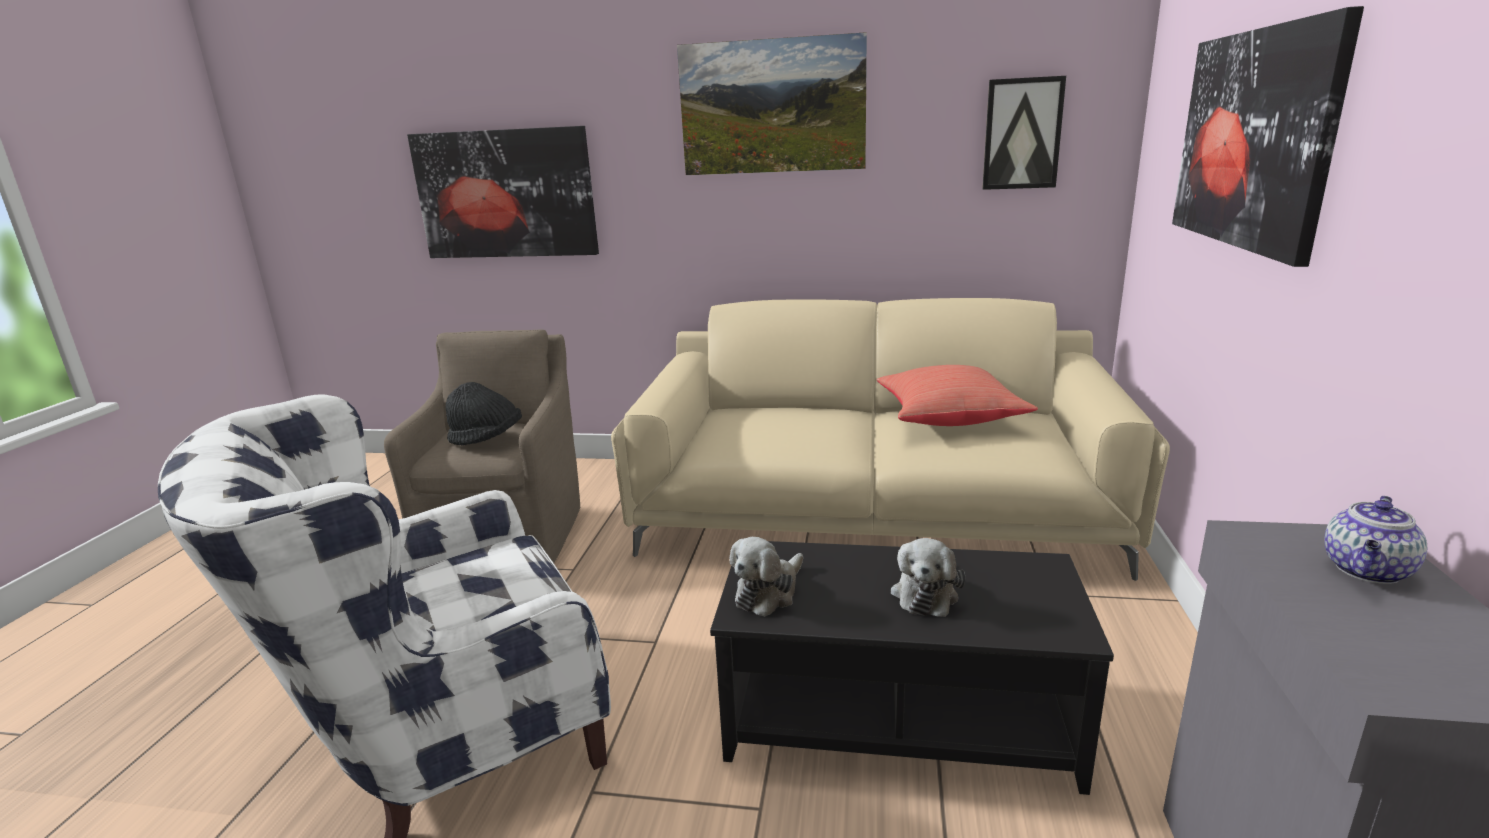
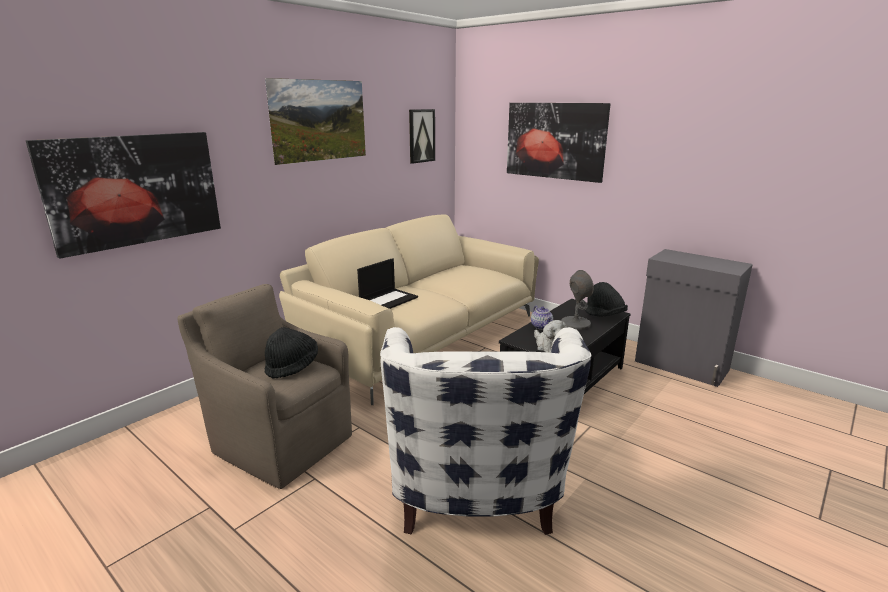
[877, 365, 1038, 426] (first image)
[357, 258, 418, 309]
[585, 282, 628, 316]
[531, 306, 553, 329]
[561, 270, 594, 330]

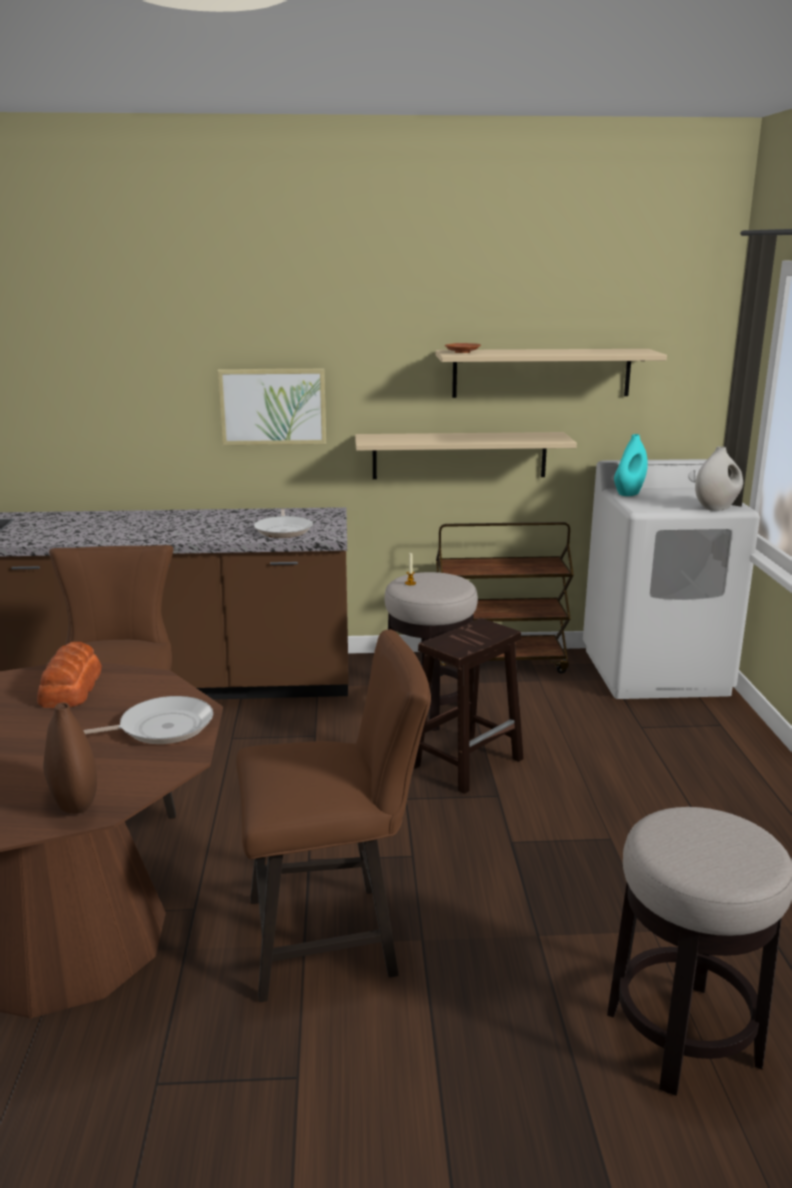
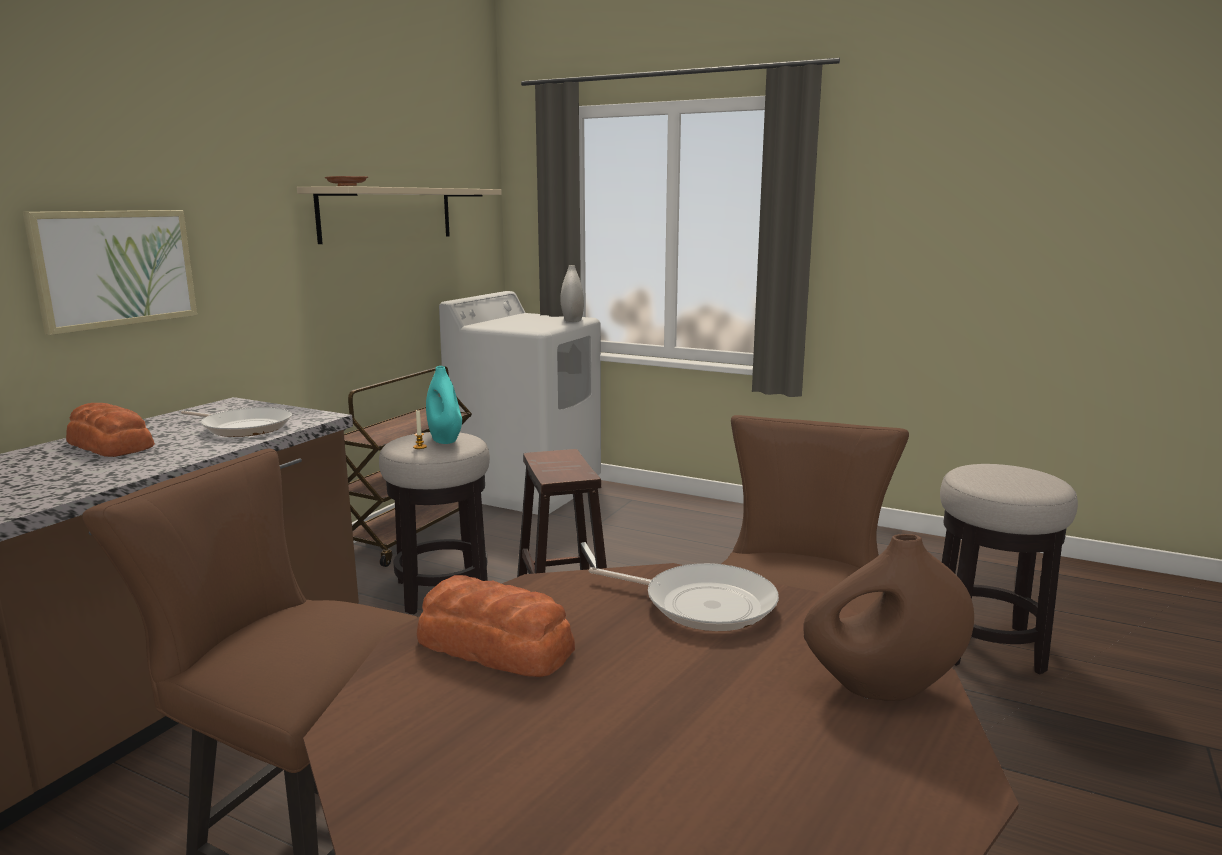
[355, 432, 577, 479] (first image)
[66, 403, 155, 457]
[426, 366, 462, 444]
[589, 563, 779, 631]

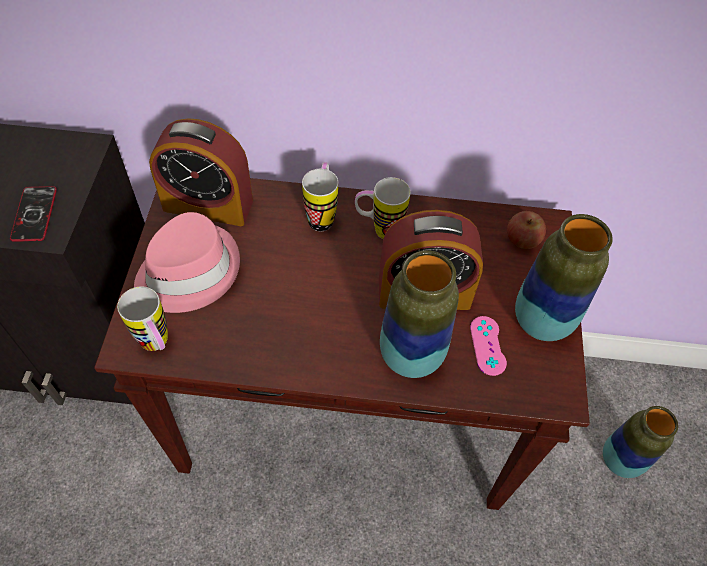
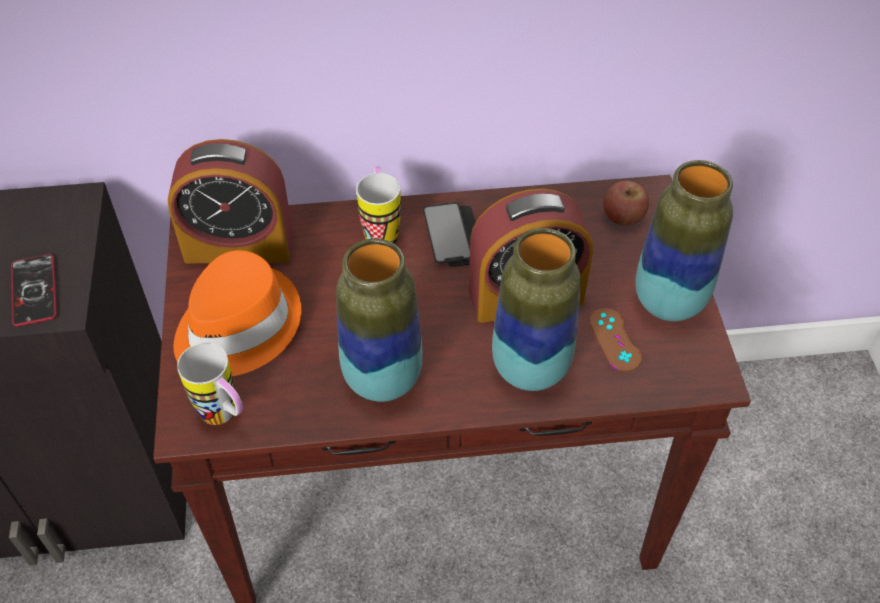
[336, 238, 423, 402]
[423, 202, 476, 267]
[174, 250, 301, 376]
[589, 308, 642, 372]

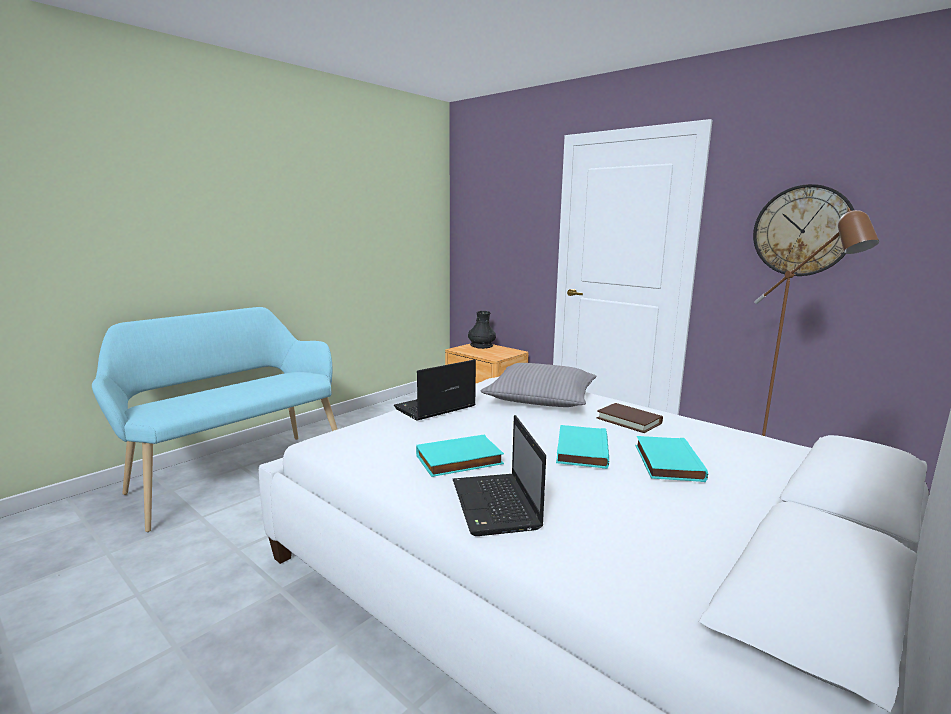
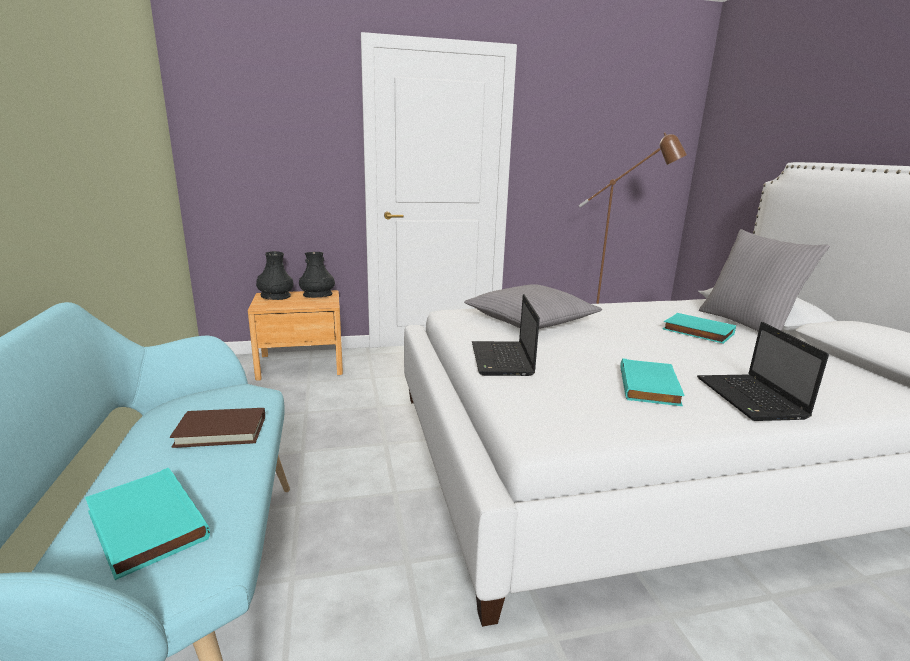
[753, 184, 854, 276] (first image)
[299, 252, 335, 298]
[699, 229, 830, 332]
[85, 468, 210, 580]
[170, 408, 265, 448]
[697, 322, 829, 421]

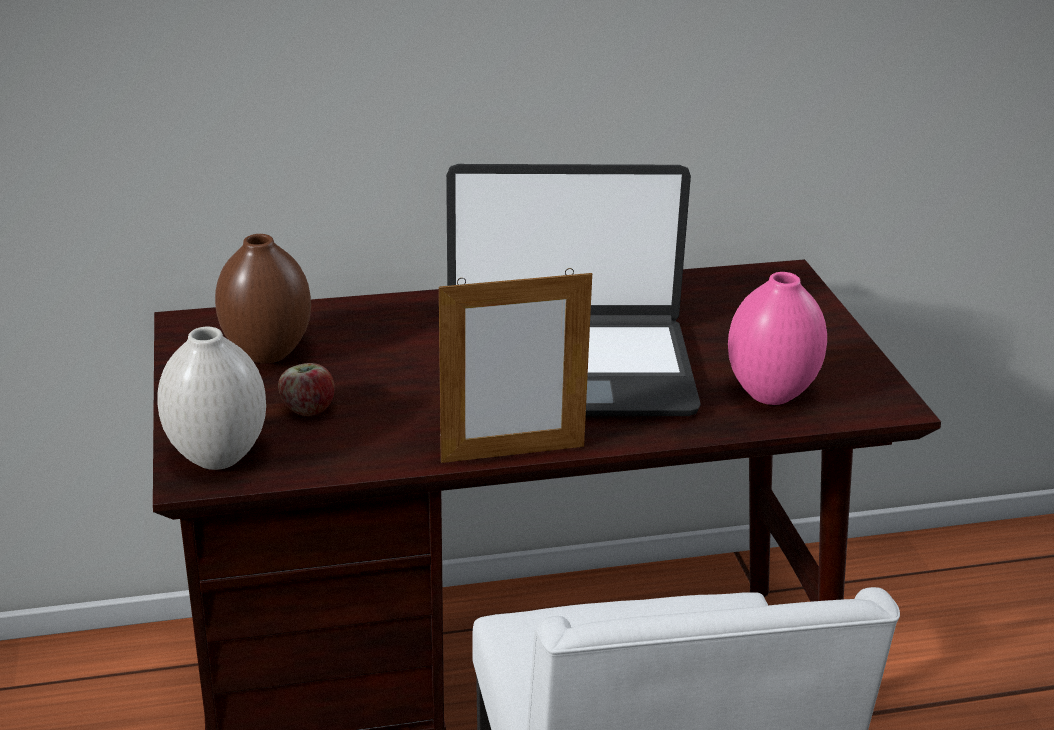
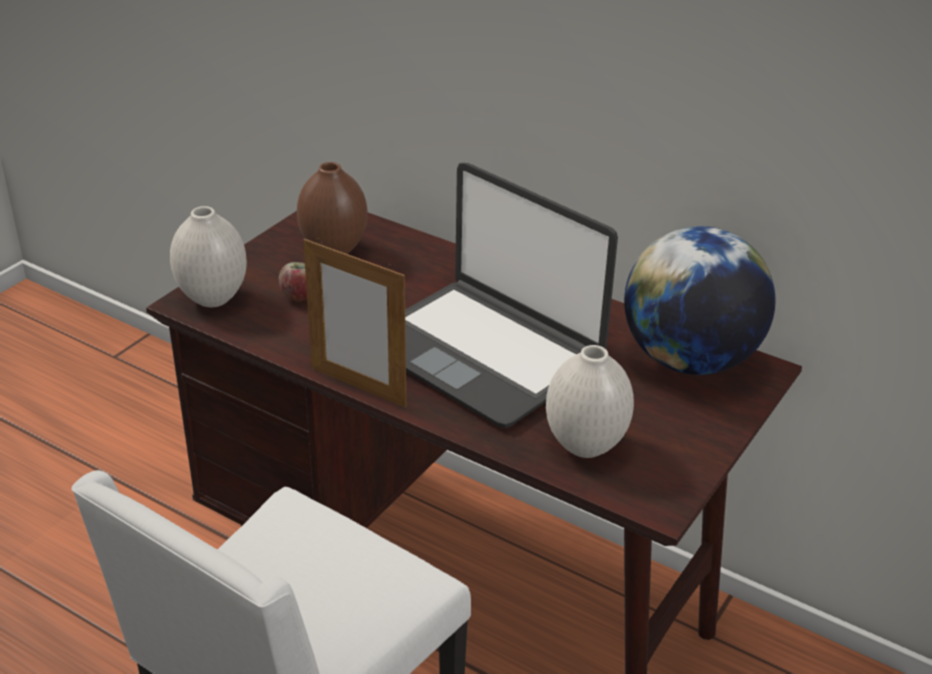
[624, 226, 775, 375]
[546, 345, 634, 458]

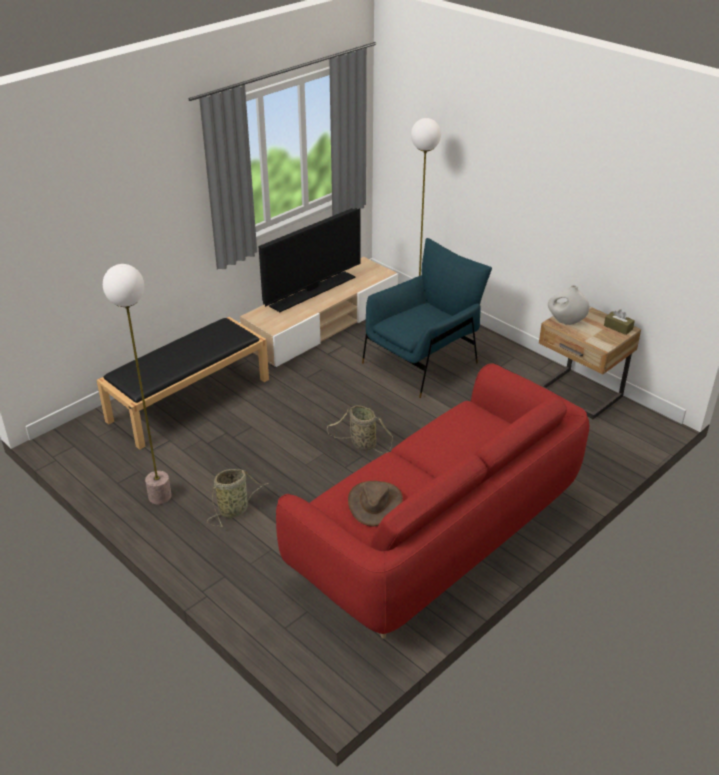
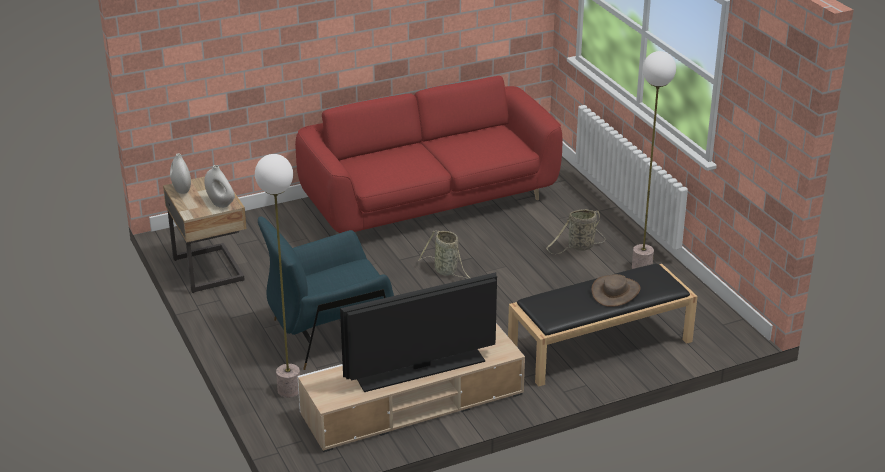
[591, 274, 640, 307]
[170, 153, 191, 194]

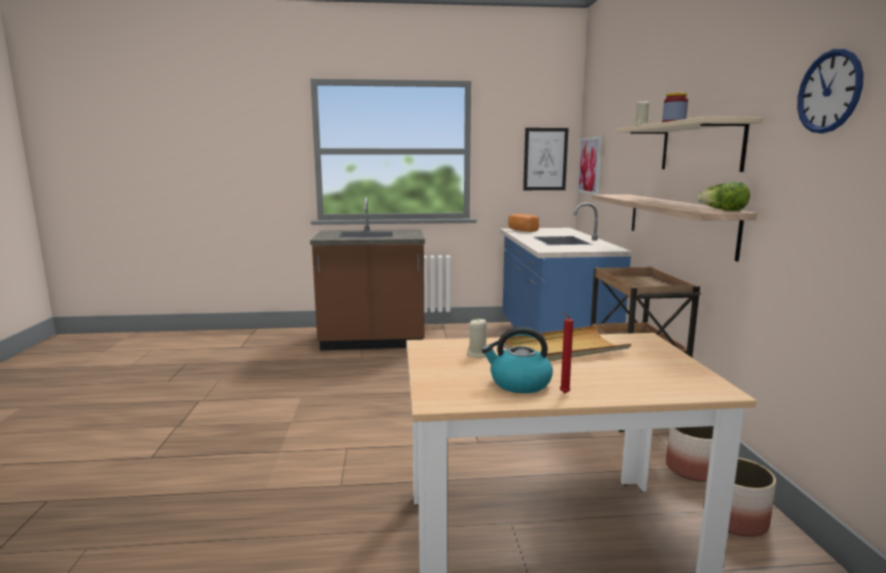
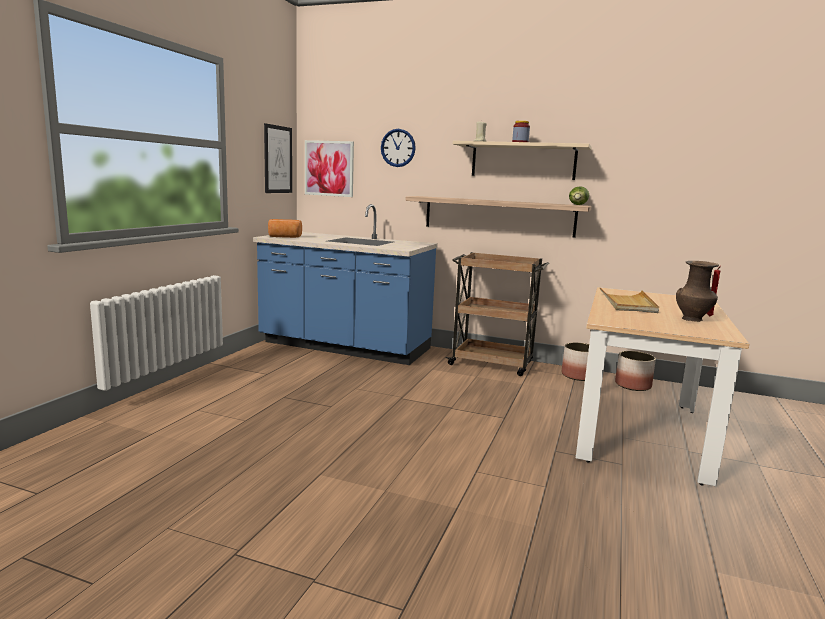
[310, 197, 425, 350] (first image)
[467, 318, 487, 358] (first image)
[381, 129, 416, 167]
[676, 261, 719, 322]

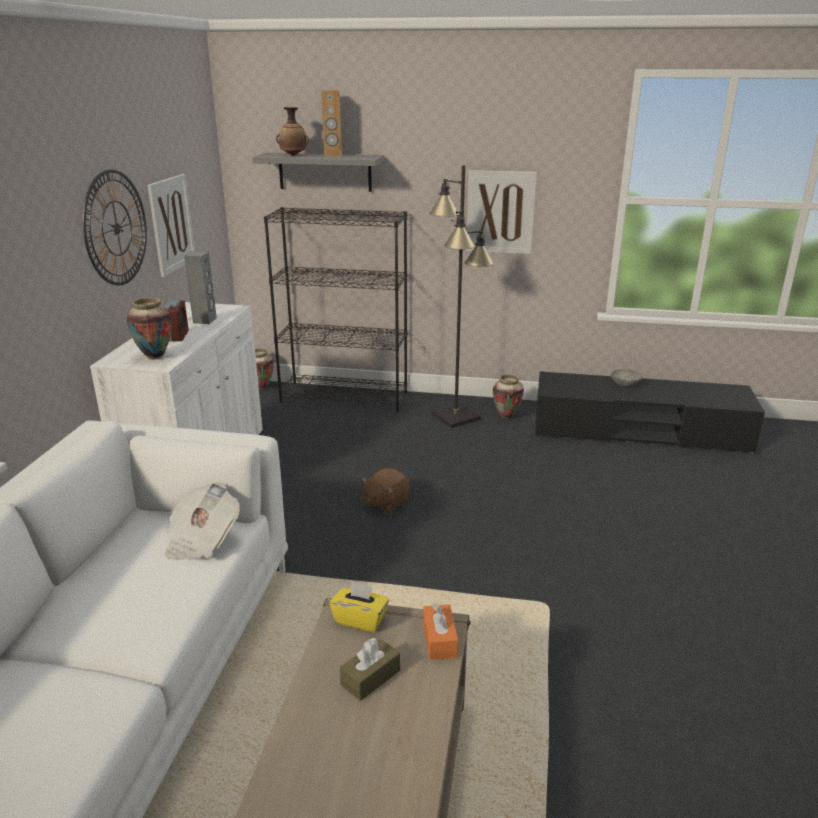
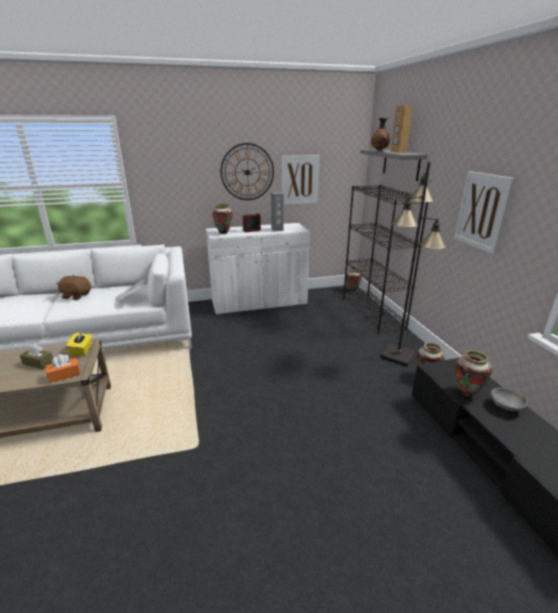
[455, 350, 492, 396]
[56, 275, 91, 300]

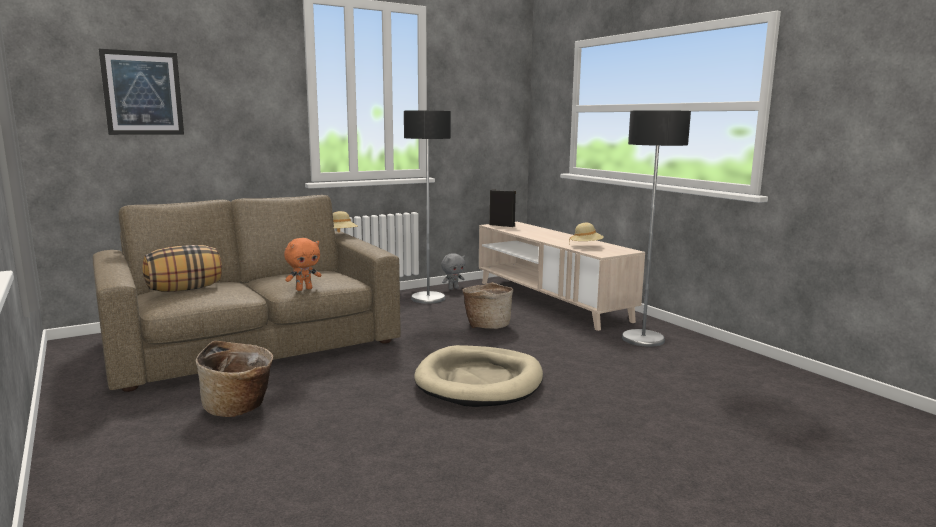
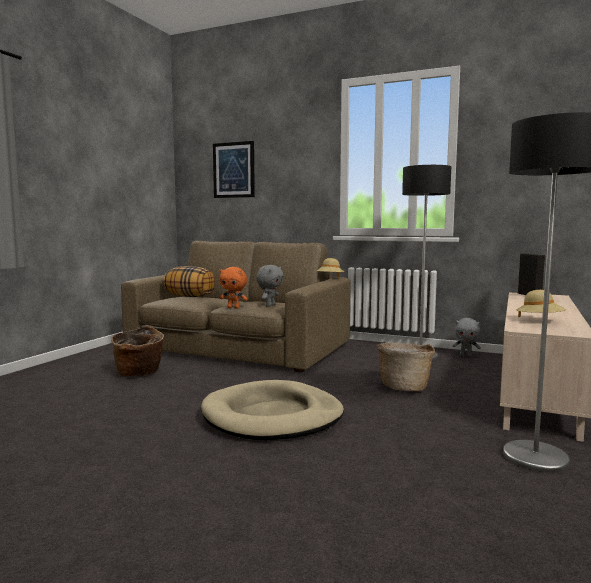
[256, 265, 284, 307]

